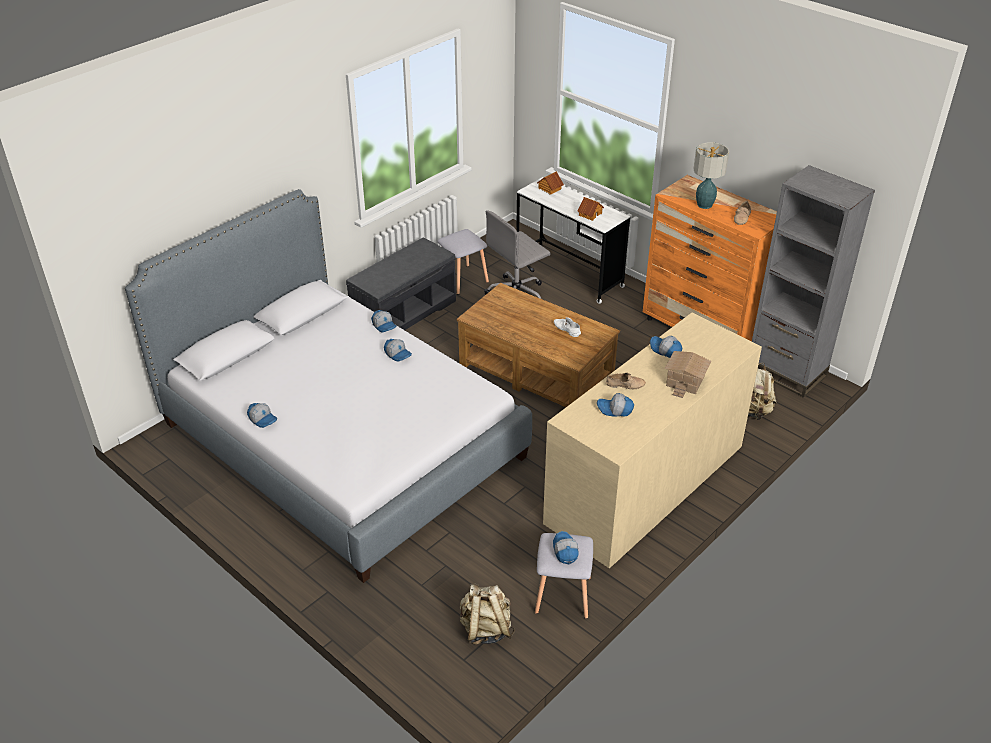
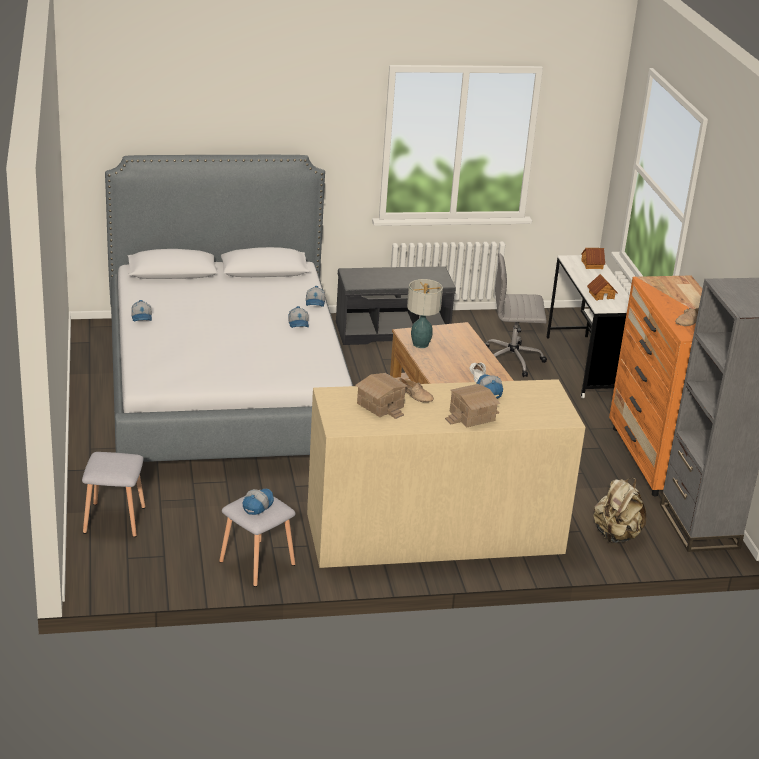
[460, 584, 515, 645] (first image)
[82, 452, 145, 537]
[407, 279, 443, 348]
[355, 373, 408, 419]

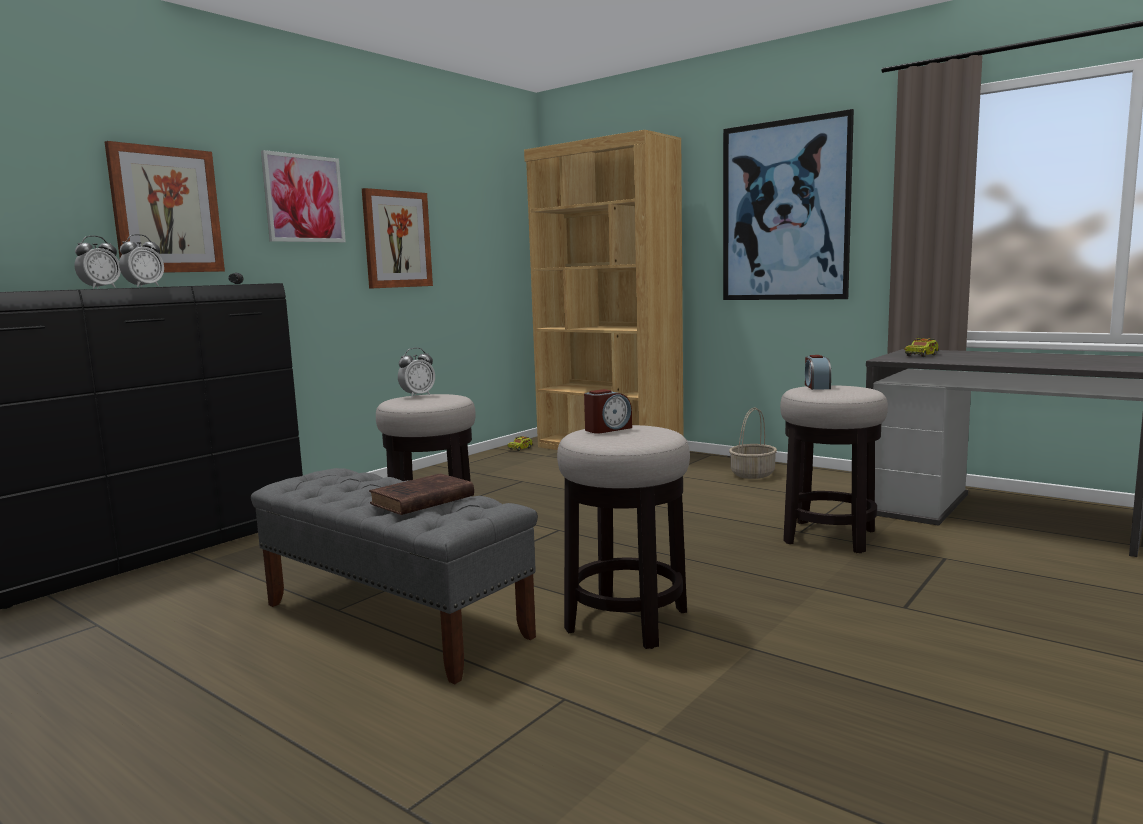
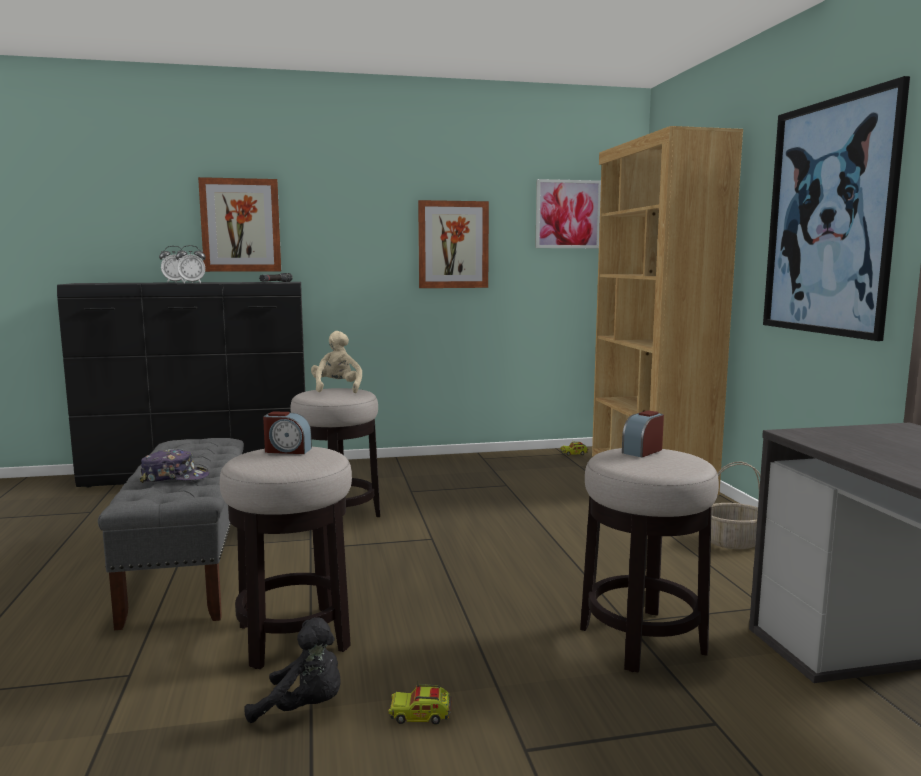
[245, 617, 340, 723]
[535, 179, 601, 248]
[388, 680, 452, 725]
[140, 449, 209, 483]
[311, 331, 362, 393]

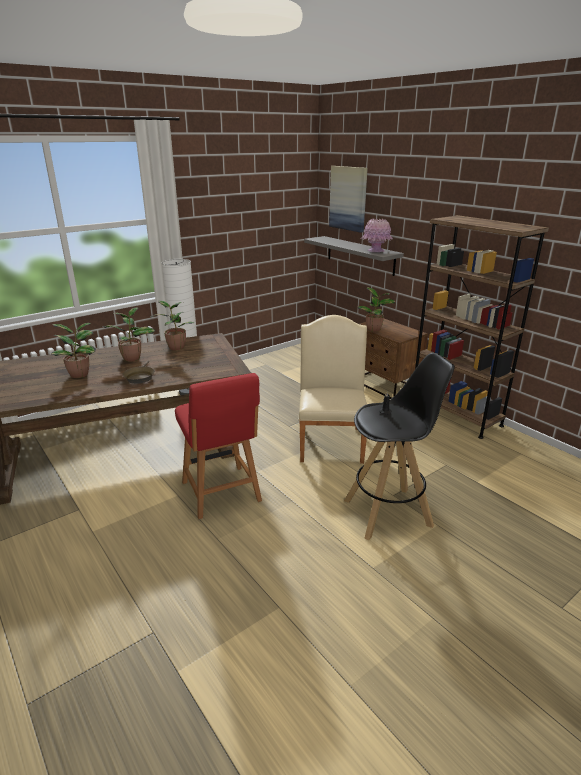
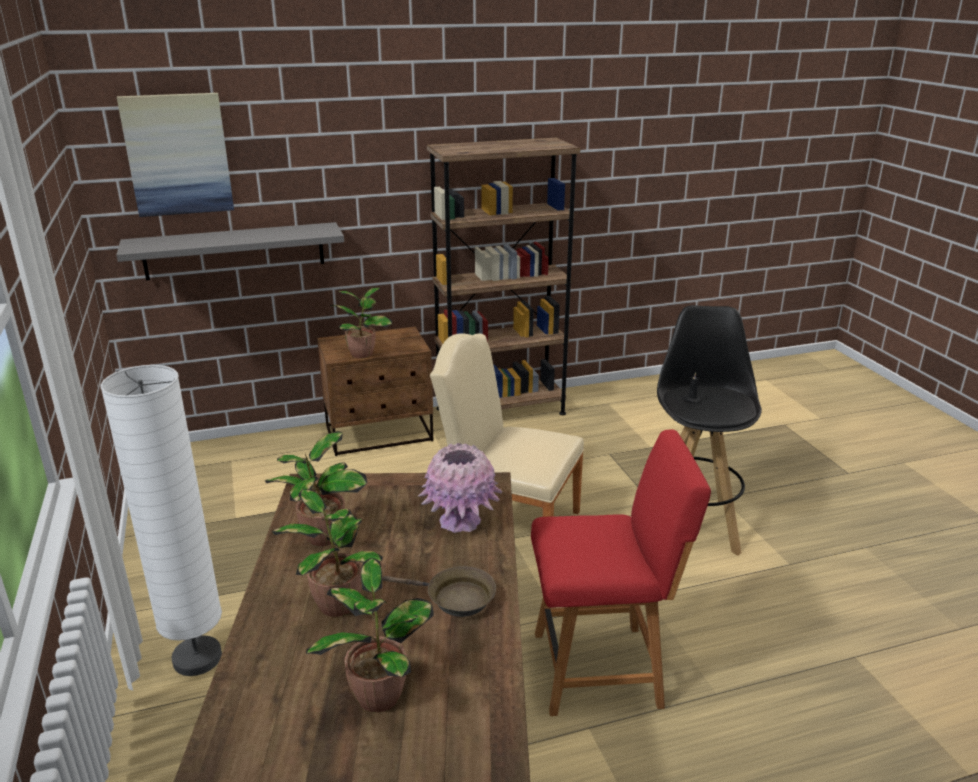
[417, 443, 502, 533]

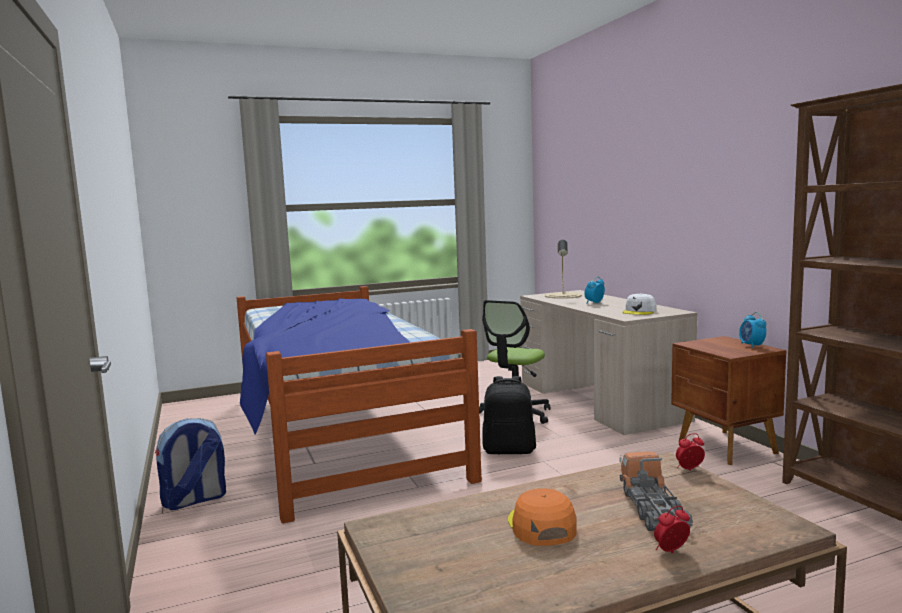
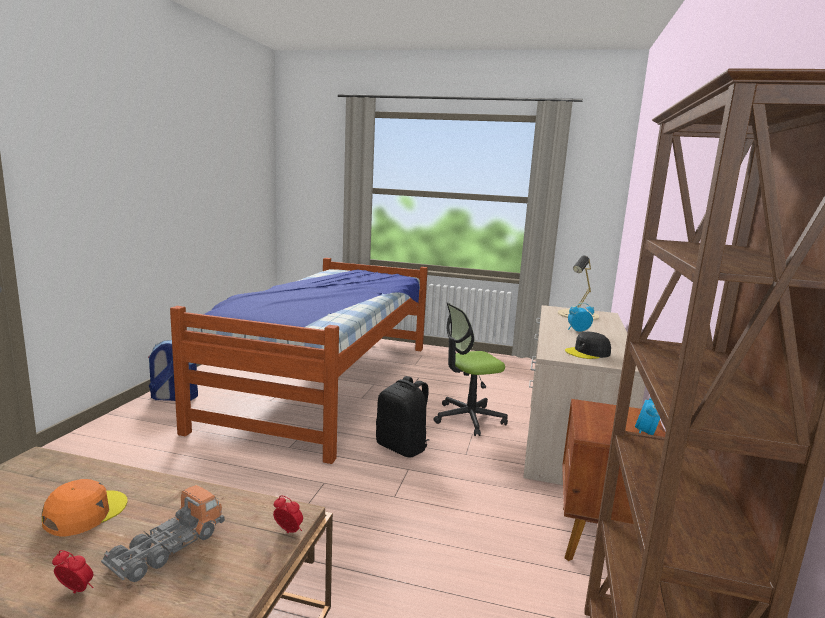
[565, 332, 611, 359]

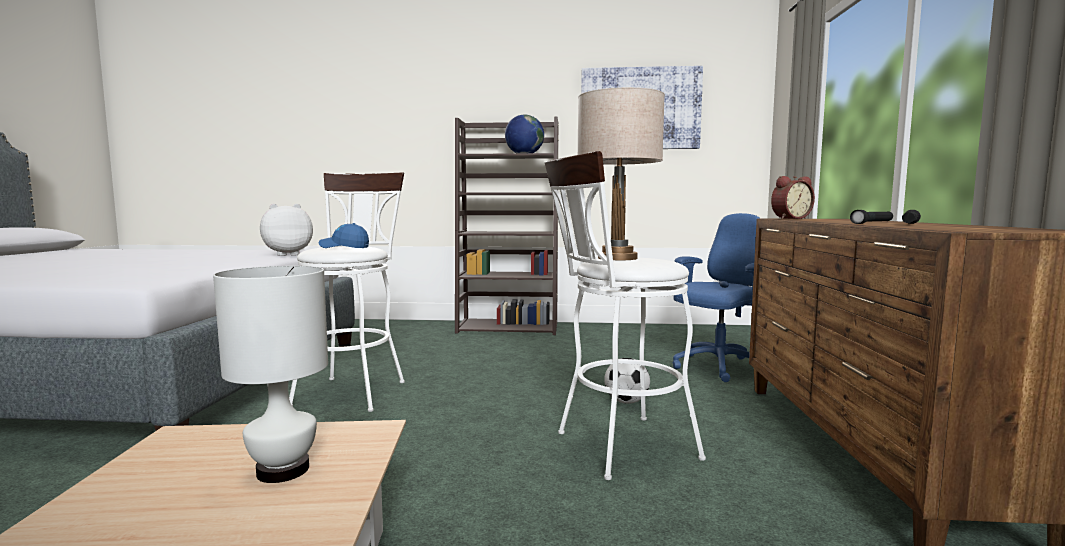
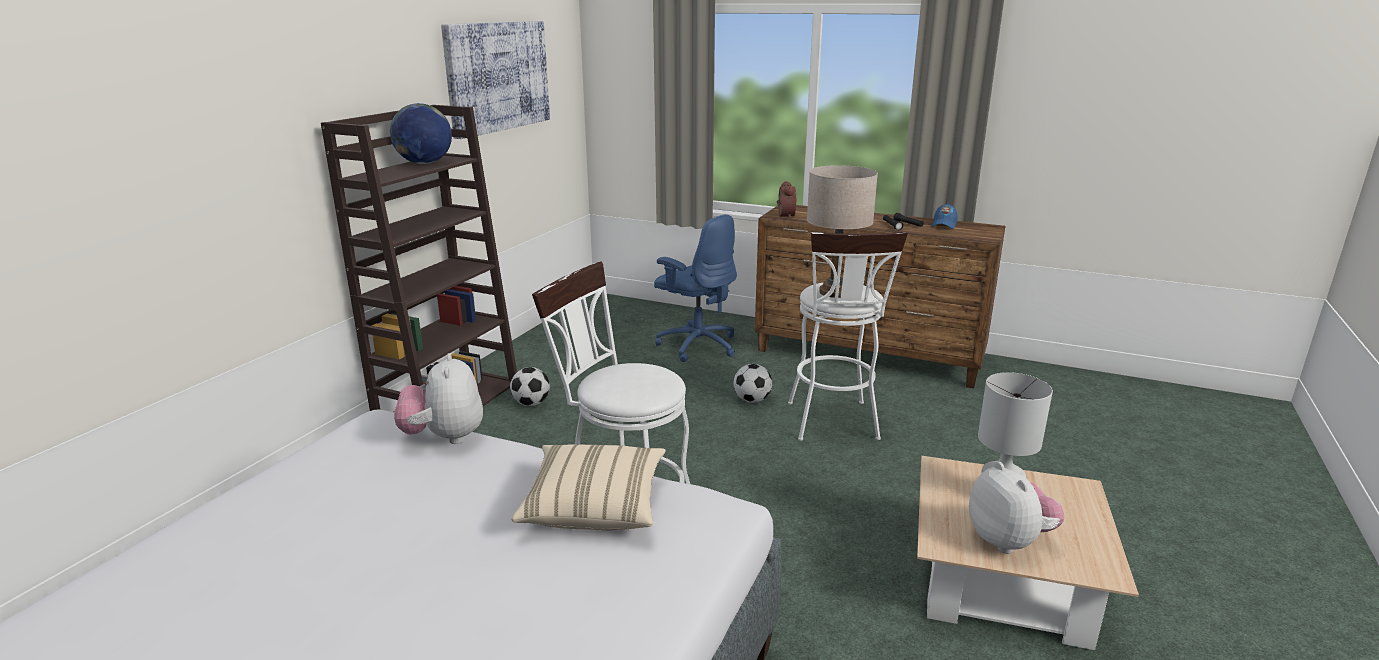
[510, 367, 550, 406]
[512, 444, 666, 530]
[969, 462, 1064, 554]
[931, 203, 958, 229]
[654, 215, 737, 362]

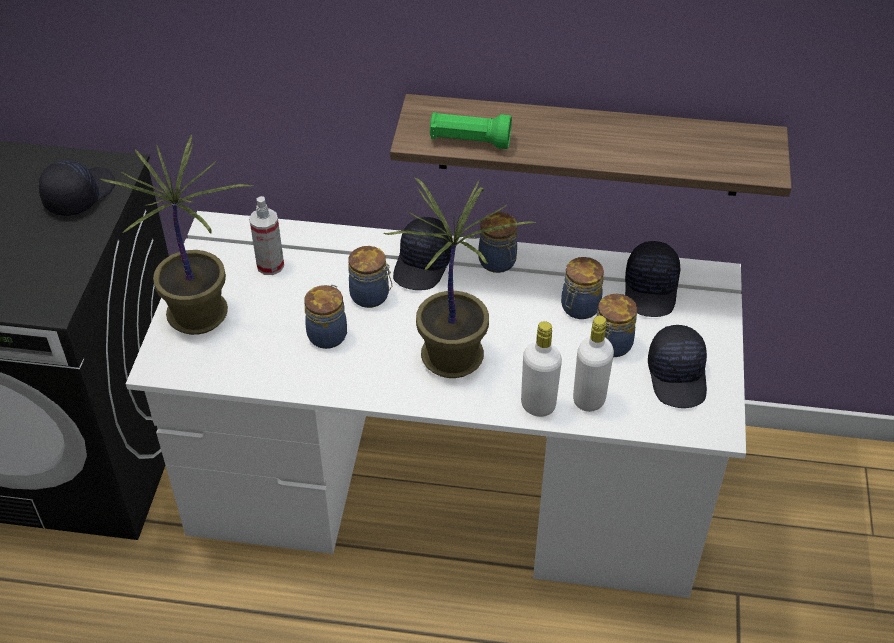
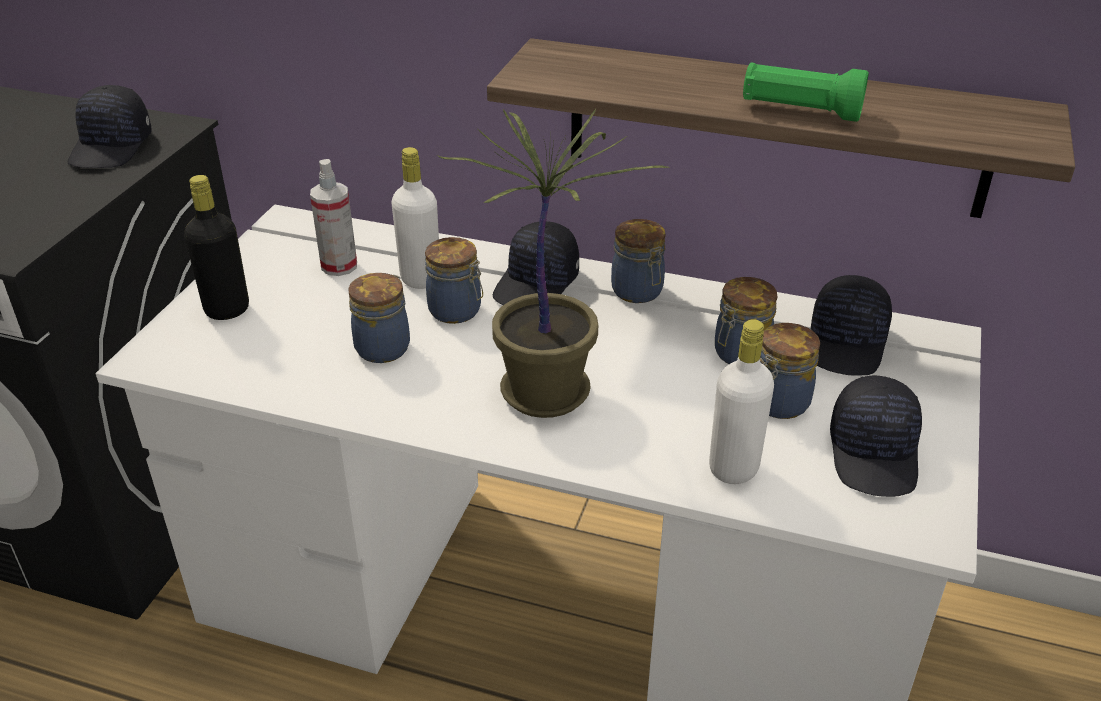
[743, 63, 869, 122]
[392, 147, 439, 289]
[184, 175, 249, 320]
[68, 85, 152, 168]

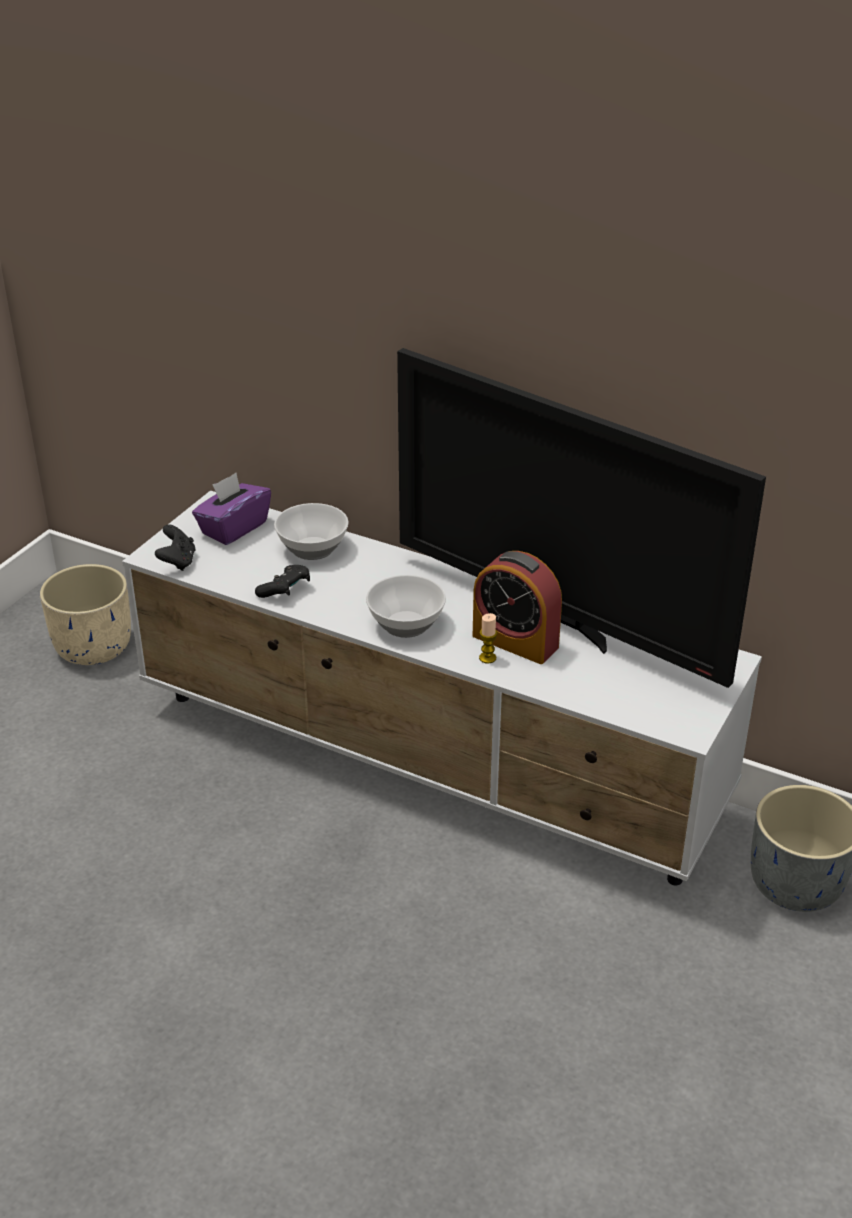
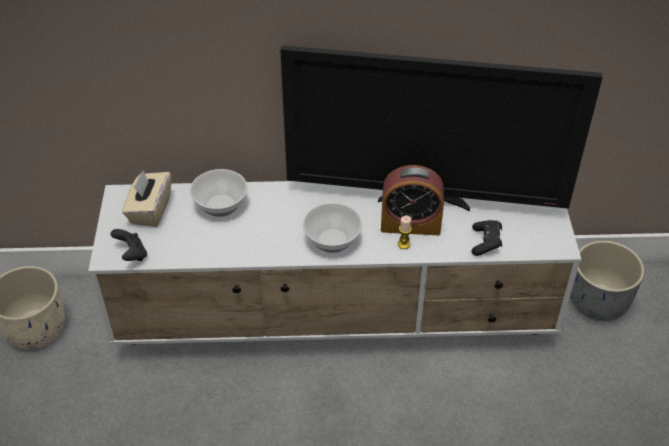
[472, 220, 502, 256]
[122, 170, 171, 227]

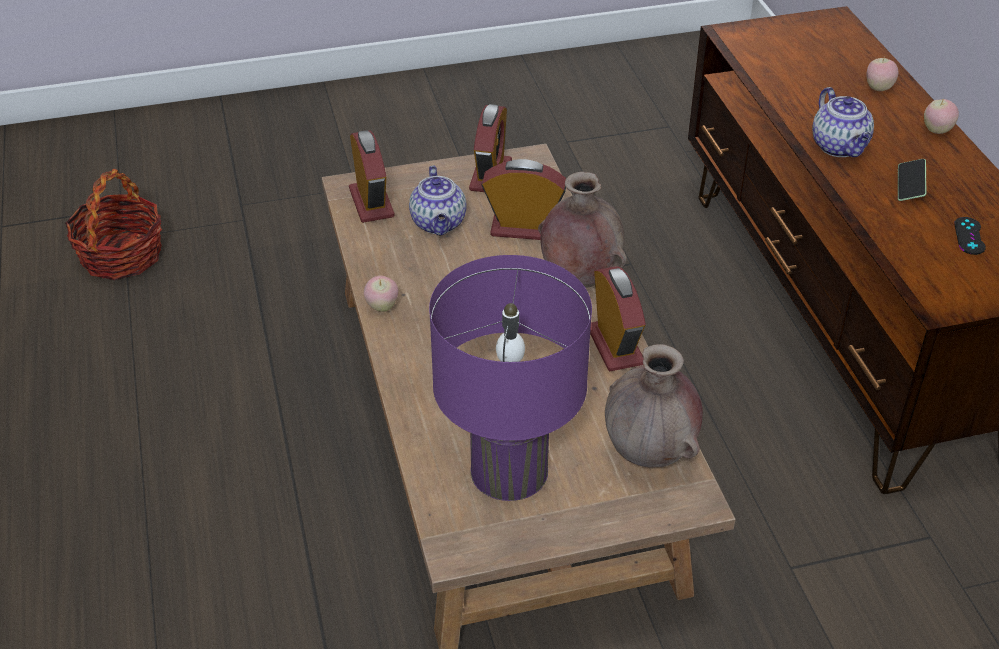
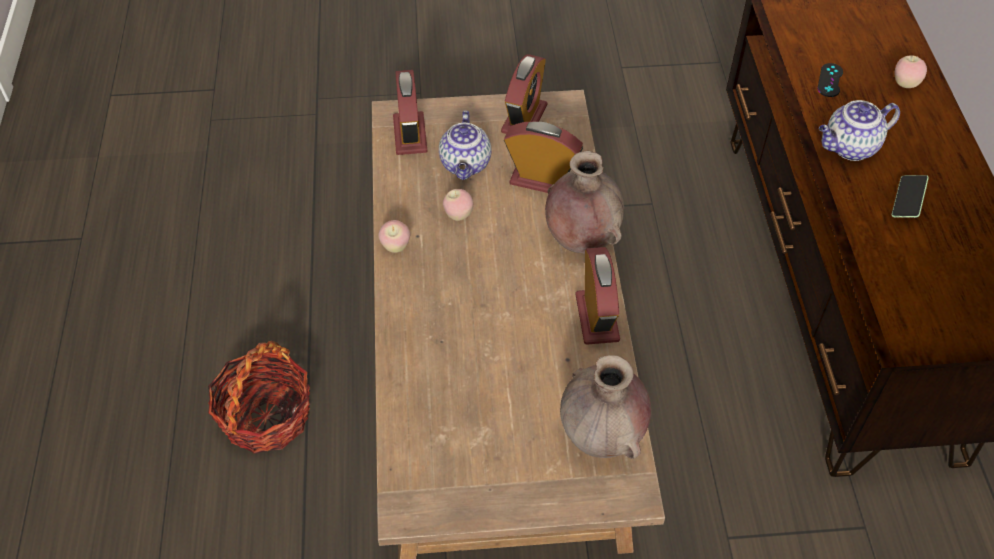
[429, 255, 592, 501] (first image)
[208, 341, 310, 454]
[443, 189, 473, 221]
[818, 63, 843, 97]
[819, 100, 900, 161]

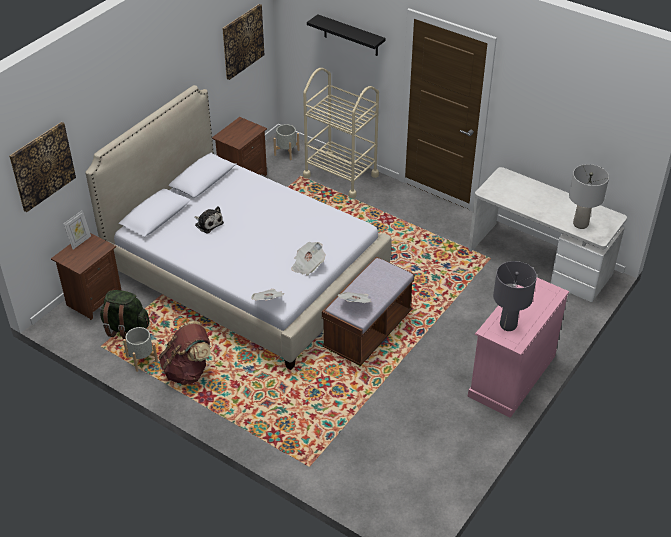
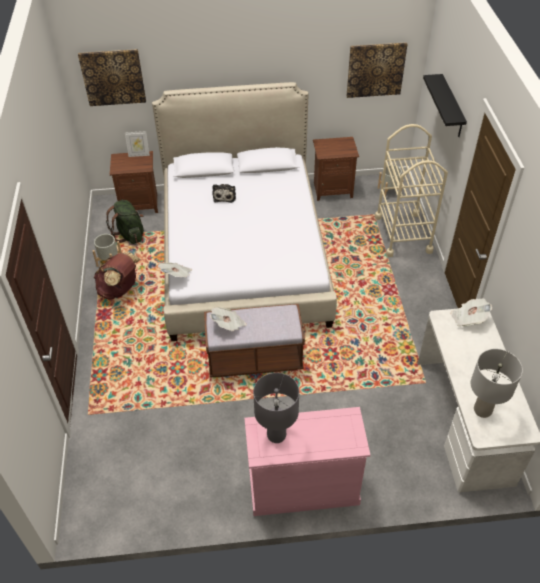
[450, 298, 492, 327]

